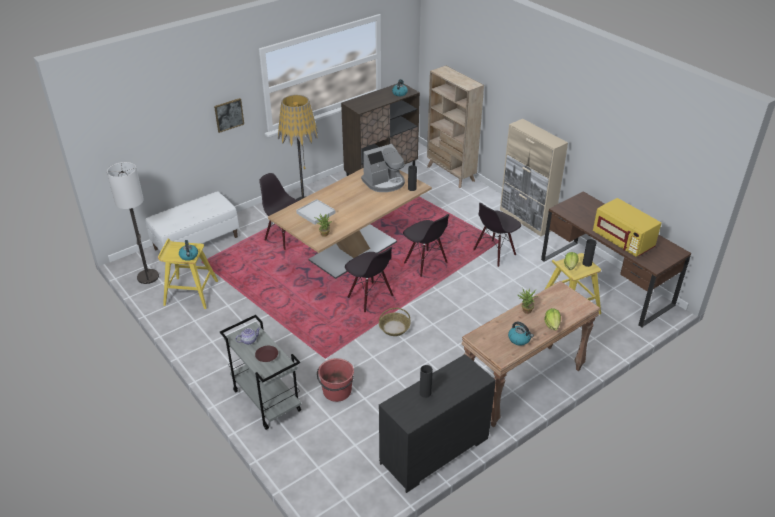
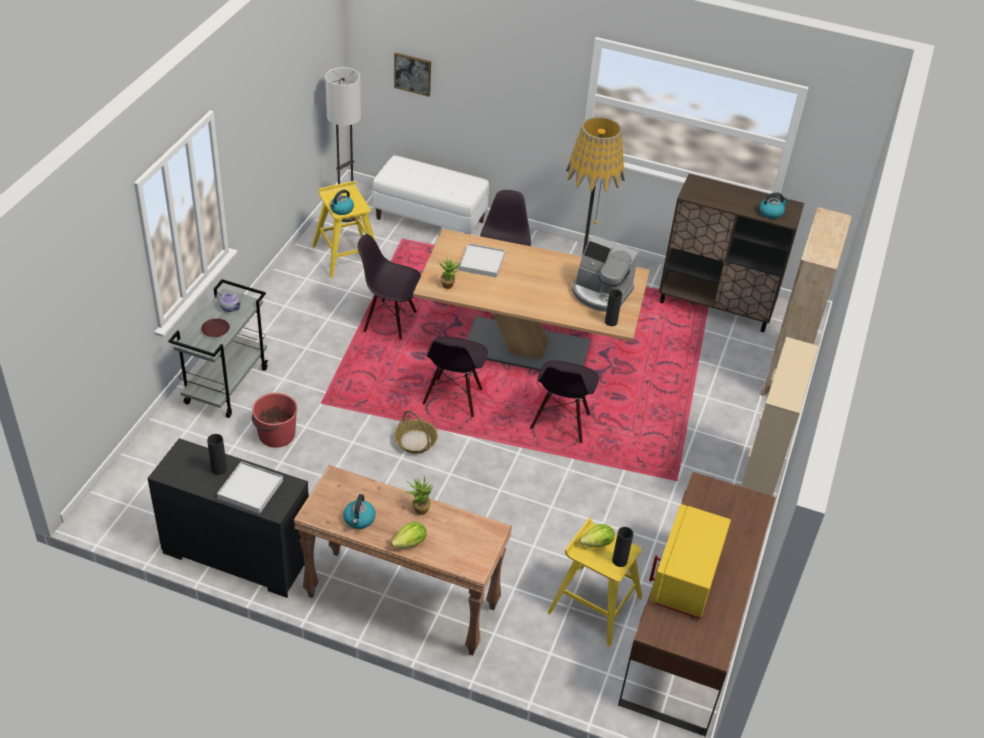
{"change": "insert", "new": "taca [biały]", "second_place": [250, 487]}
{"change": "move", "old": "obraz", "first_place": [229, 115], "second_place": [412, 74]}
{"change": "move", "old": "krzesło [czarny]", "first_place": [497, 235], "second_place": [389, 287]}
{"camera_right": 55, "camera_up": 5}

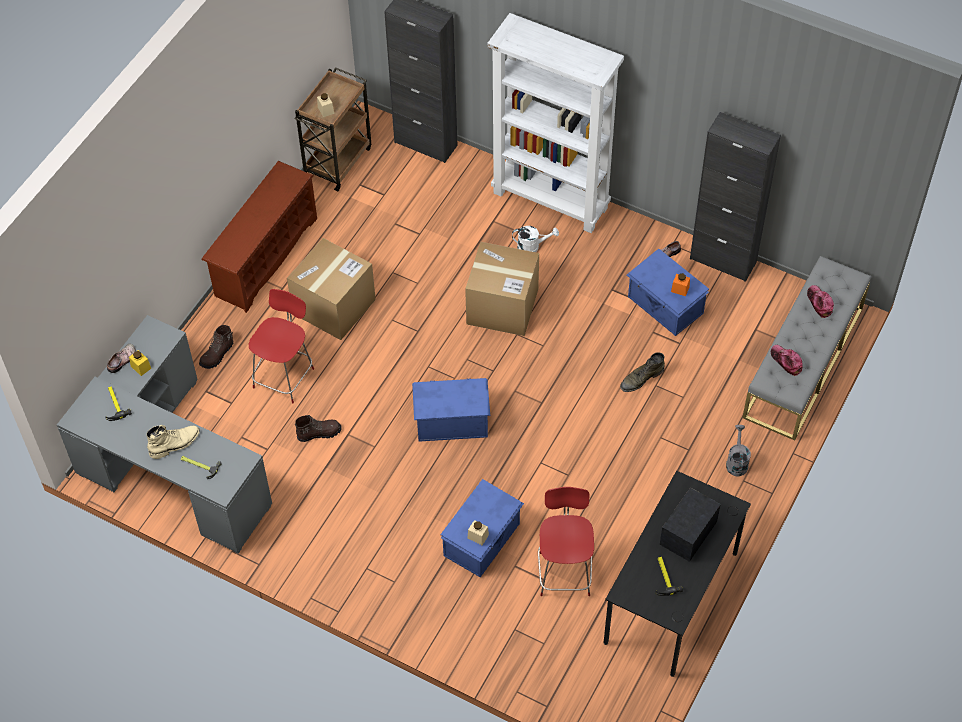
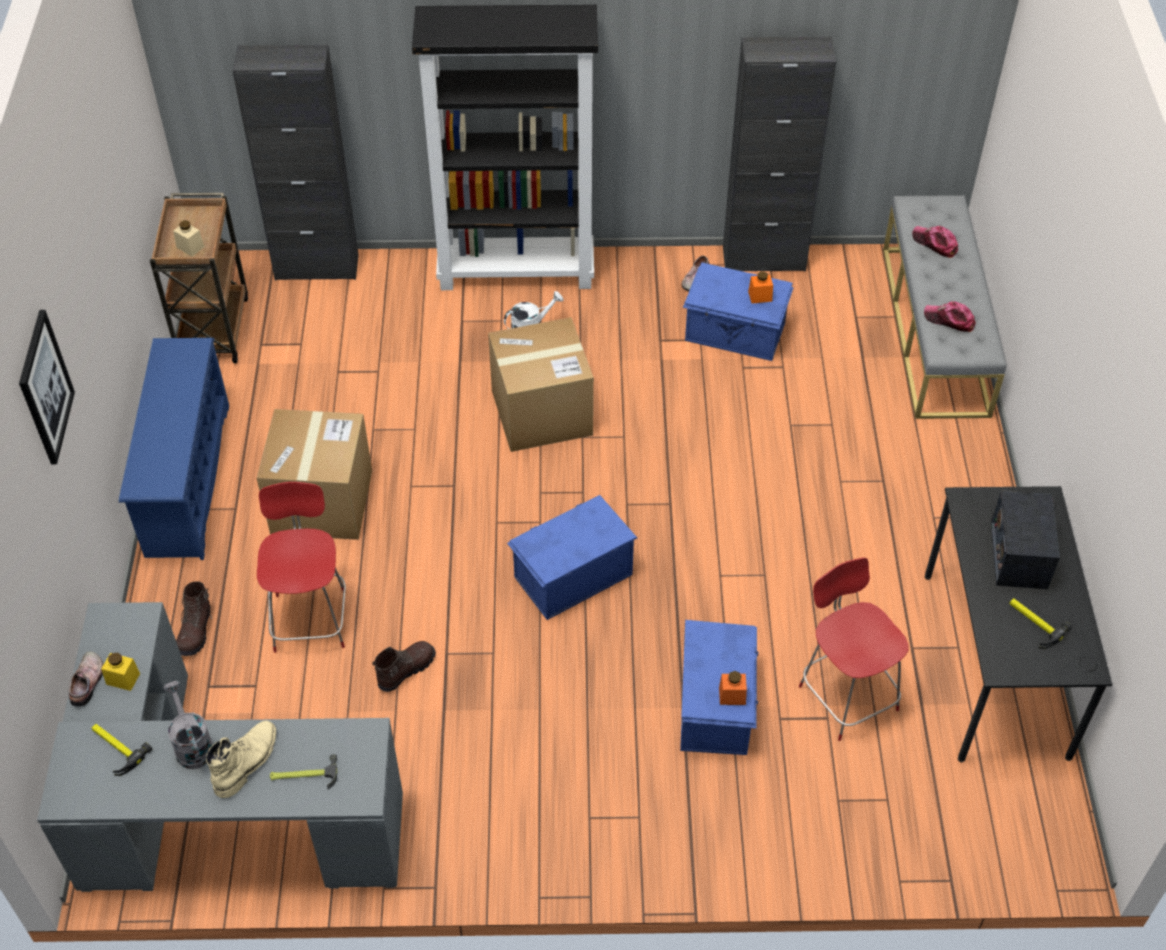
{"change": "delete", "old": "but z cholewką [zielony]", "first_place": [642, 372]}
{"change": "insert", "new": "obraz", "second_place": [47, 387]}
{"change": "move", "old": "konewka [szary]", "first_place": [738, 450], "second_place": [188, 725]}
{"change": "recolor", "old": "regał na buty [brązowy]", "new": "regał na buty [niebieski]", "first_place": [259, 237], "second_place": [174, 449]}
{"change": "recolor", "old": "słoik [beżowy]", "new": "słoik [pomarańczowy]", "first_place": [478, 532], "second_place": [733, 688]}
{"change": "recolor", "old": "regał [biały]", "new": "regał [czarny]", "first_place": [555, 123], "second_place": [505, 147]}
{"camera_right": -30, "camera_up": -5}

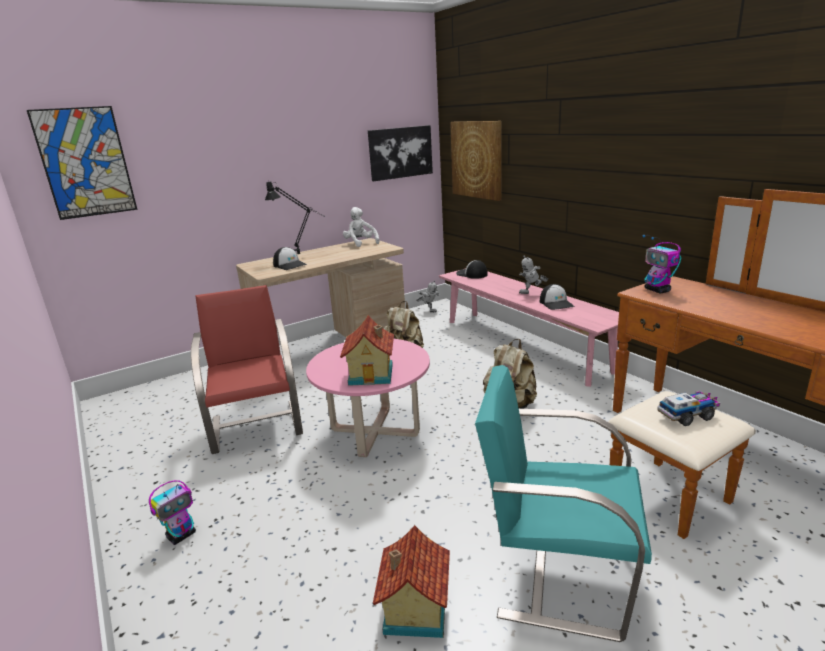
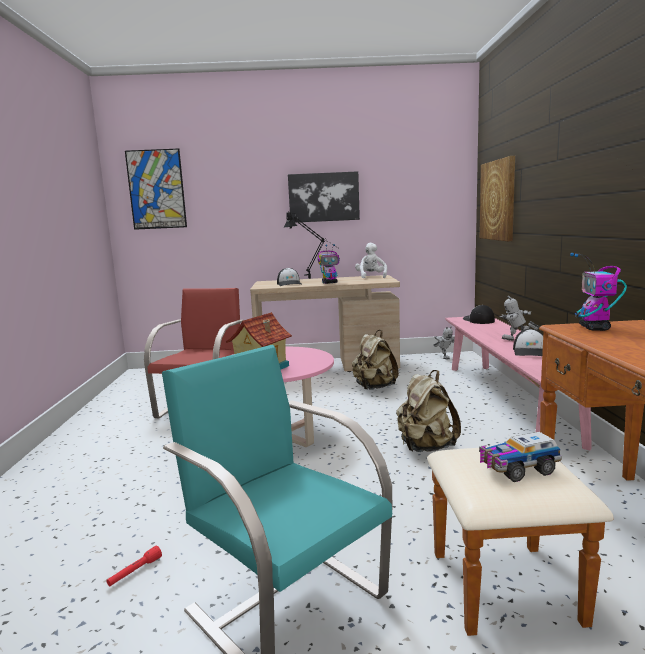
{"change": "move", "old": "robot zabawkowy", "first_place": [172, 512], "second_place": [329, 264]}
{"change": "move", "old": "obraz", "first_place": [400, 153], "second_place": [324, 197]}
{"change": "replace", "old": "domek", "new": "latarka [czerwony]", "first_place": [411, 581], "second_place": [134, 566]}
{"change": "rotate", "old": "ciężarówka zabawkowa", "first_place": [688, 408], "second_place": [520, 457], "degrees": 150}
{"camera_right": 30, "camera_up": -10}

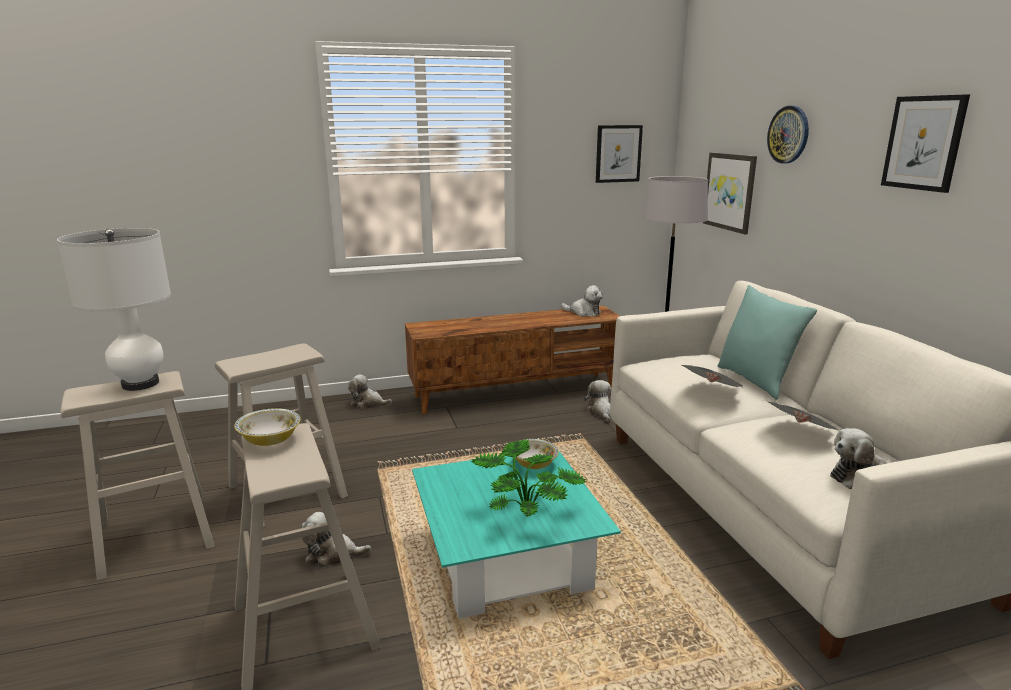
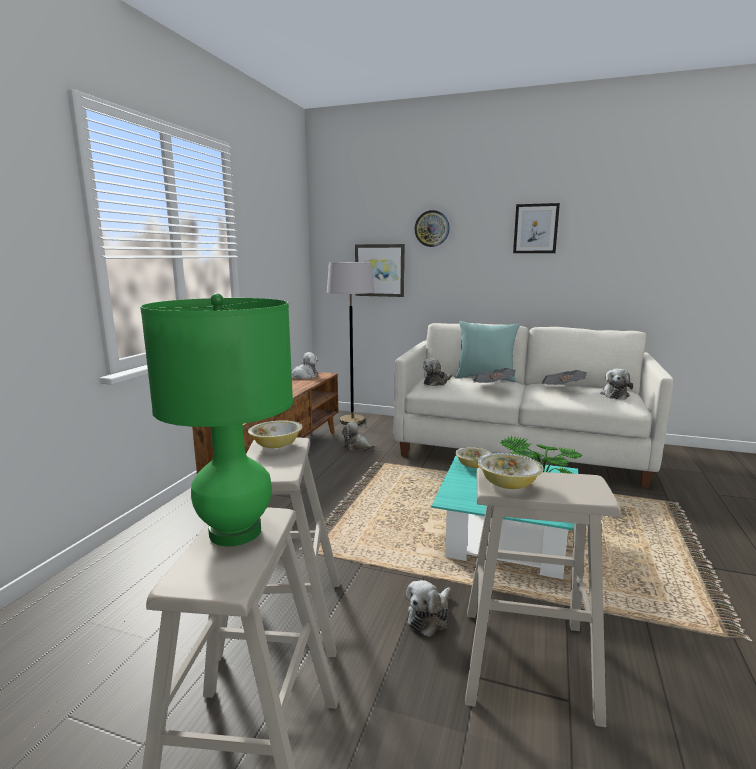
{"change": "delete", "old": "obraz", "first_place": [619, 154]}
{"change": "insert", "new": "miska", "second_place": [275, 434]}
{"change": "move", "old": "pluszak", "first_place": [370, 392], "second_place": [437, 372]}
{"change": "recolor", "old": "lampa stołowa [biały]", "new": "lampa stołowa [zielony]", "first_place": [114, 309], "second_place": [216, 419]}
{"camera_right": -55, "camera_up": -5}

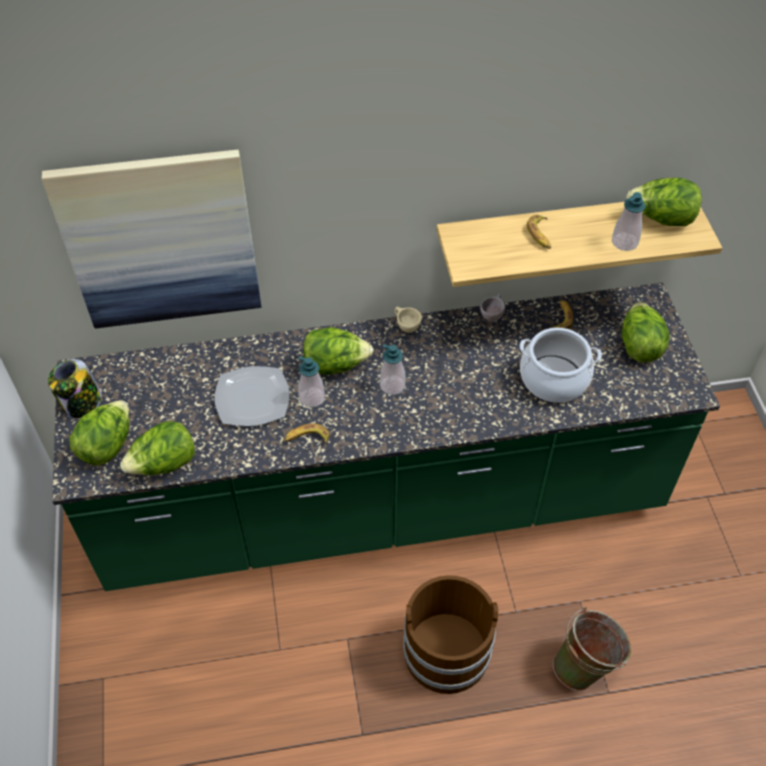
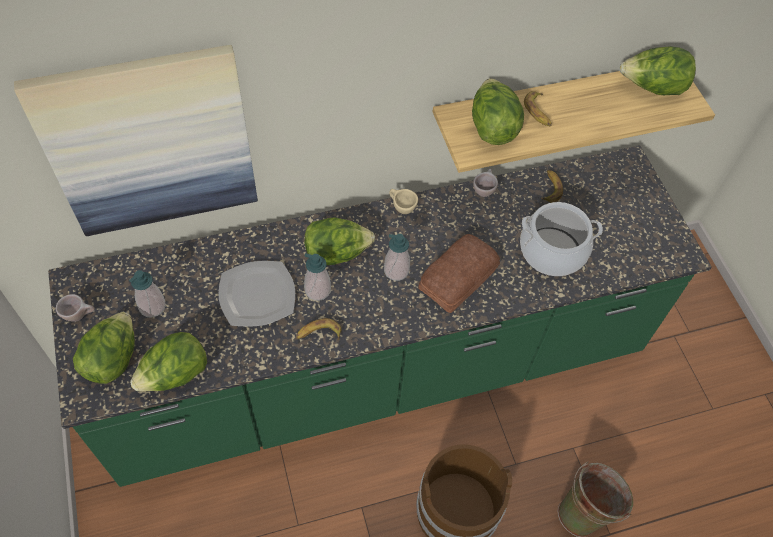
{"change": "insert", "new": "chleb", "second_place": [459, 273]}
{"change": "move", "old": "dozownik mydła", "first_place": [628, 221], "second_place": [147, 294]}
{"change": "move", "old": "sałata", "first_place": [646, 332], "second_place": [498, 111]}
{"change": "replace", "old": "słoik", "new": "filiżanka [beżowy]", "first_place": [75, 388], "second_place": [75, 308]}
{"camera_right": -10, "camera_up": 5}

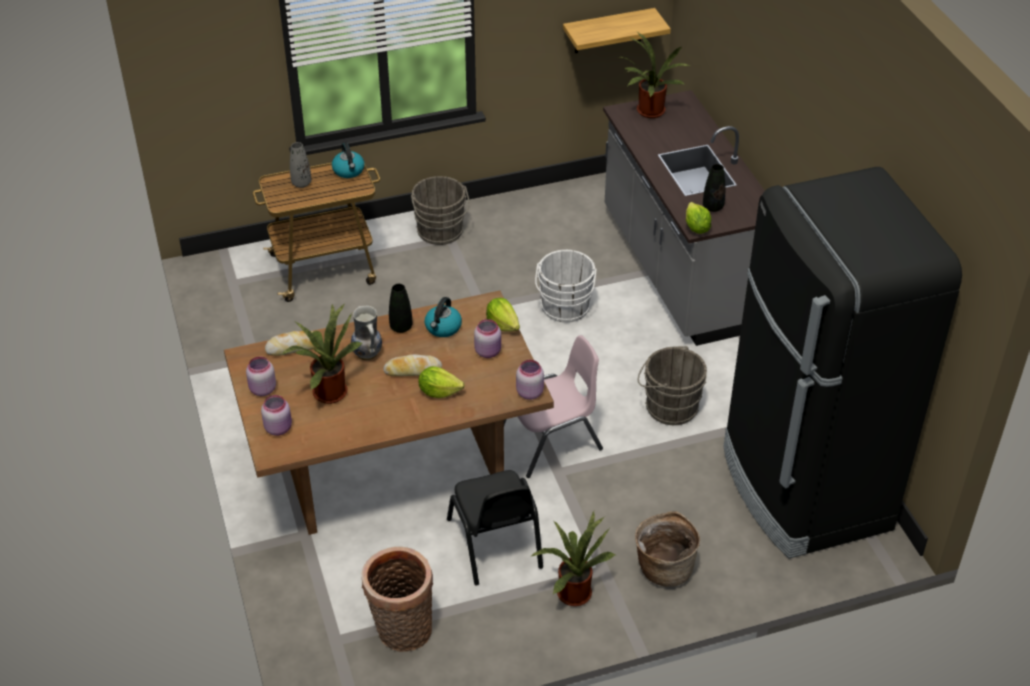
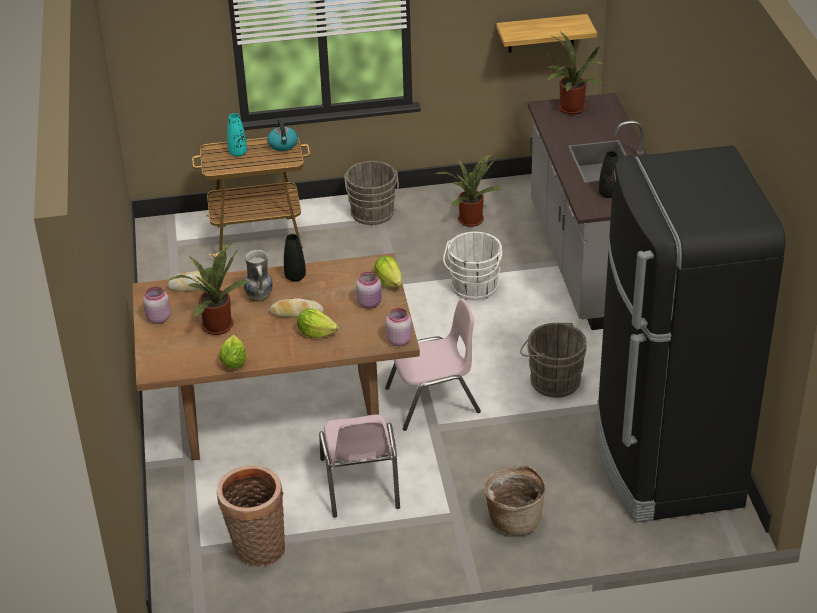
{"change": "delete", "old": "słoik [różowy]", "first_place": [276, 415]}
{"change": "delete", "old": "czajnik", "first_place": [443, 317]}
{"change": "move", "old": "roślina doniczkowa", "first_place": [574, 558], "second_place": [469, 190]}
{"change": "move", "old": "sałata", "first_place": [698, 218], "second_place": [233, 352]}
{"change": "recolor", "old": "wazon [szary]", "new": "wazon [turkusowy]", "first_place": [300, 165], "second_place": [237, 135]}
{"change": "recolor", "old": "krzesło [czarny]", "new": "krzesło [różowy]", "first_place": [495, 528], "second_place": [359, 465]}
{"camera_right": 10, "camera_up": -5}

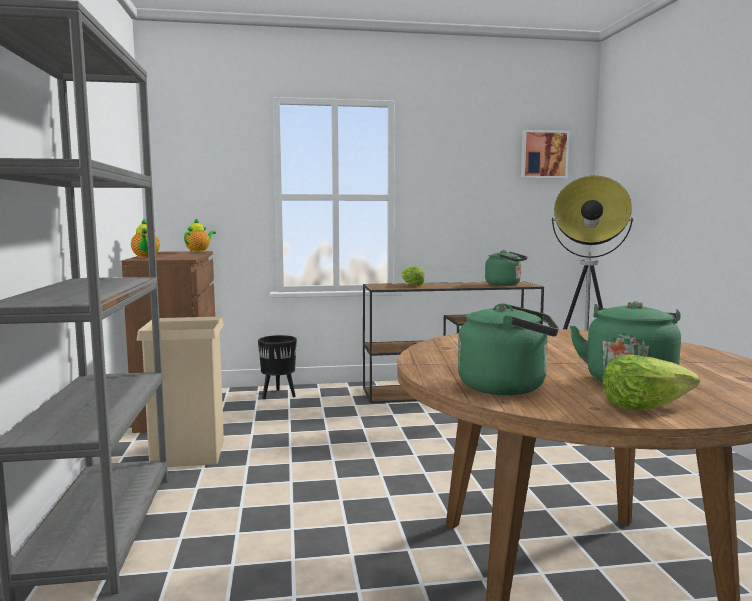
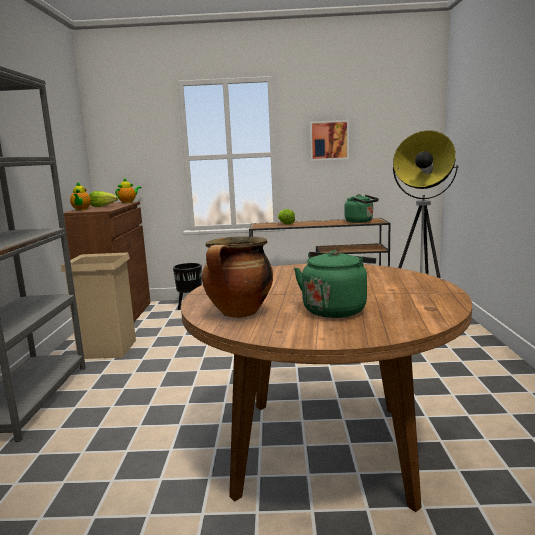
{"change": "move", "old": "obraz", "first_place": [545, 154], "second_place": [329, 140]}
{"change": "move", "old": "sałata", "first_place": [650, 382], "second_place": [103, 199]}
{"change": "replace", "old": "czajnik [zielony]", "new": "garnek", "first_place": [508, 349], "second_place": [237, 277]}
{"camera_right": 10, "camera_up": 5}

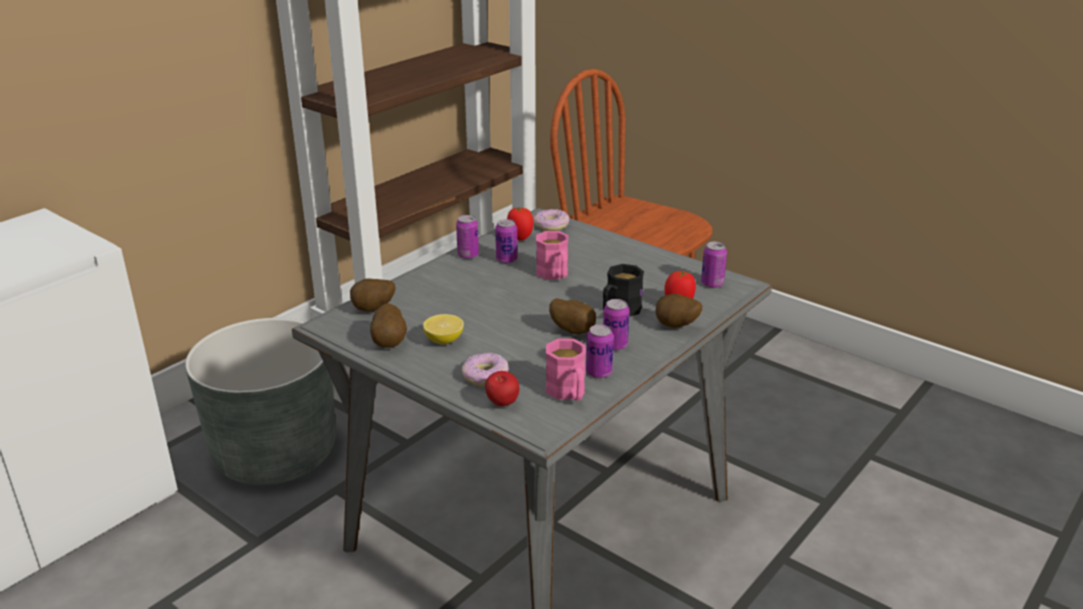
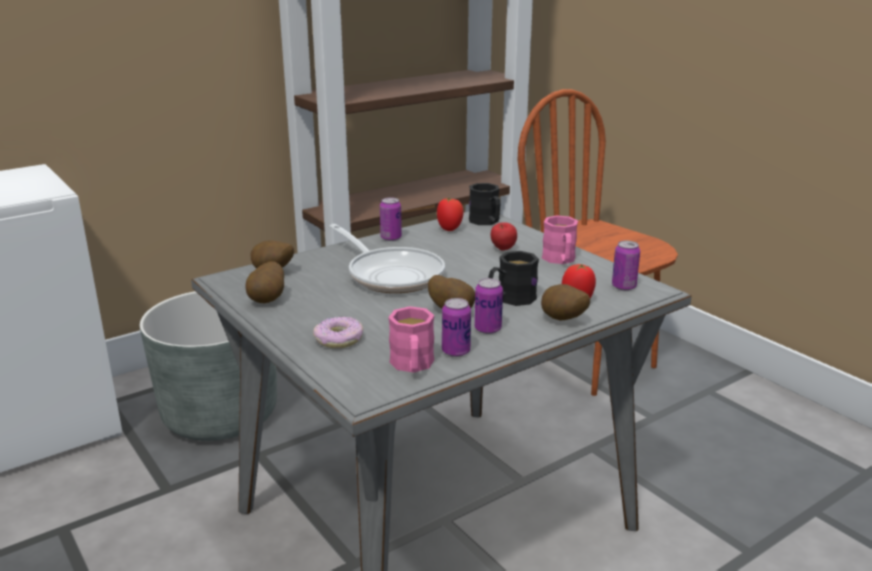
{"change": "delete", "old": "cytryna", "first_place": [443, 329]}
{"change": "delete", "old": "puszka", "first_place": [506, 241]}
{"change": "insert", "new": "patelnia", "second_place": [387, 258]}
{"change": "move", "old": "jabłko", "first_place": [502, 388], "second_place": [504, 236]}
{"change": "move", "old": "kubek [różowy]", "first_place": [552, 255], "second_place": [560, 239]}
{"change": "replace", "old": "donut", "new": "kubek [czarny]", "first_place": [551, 220], "second_place": [484, 204]}
{"camera_right": 15, "camera_up": -5}

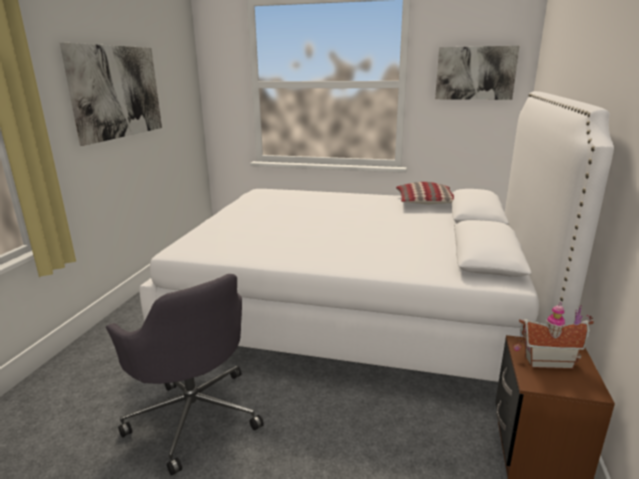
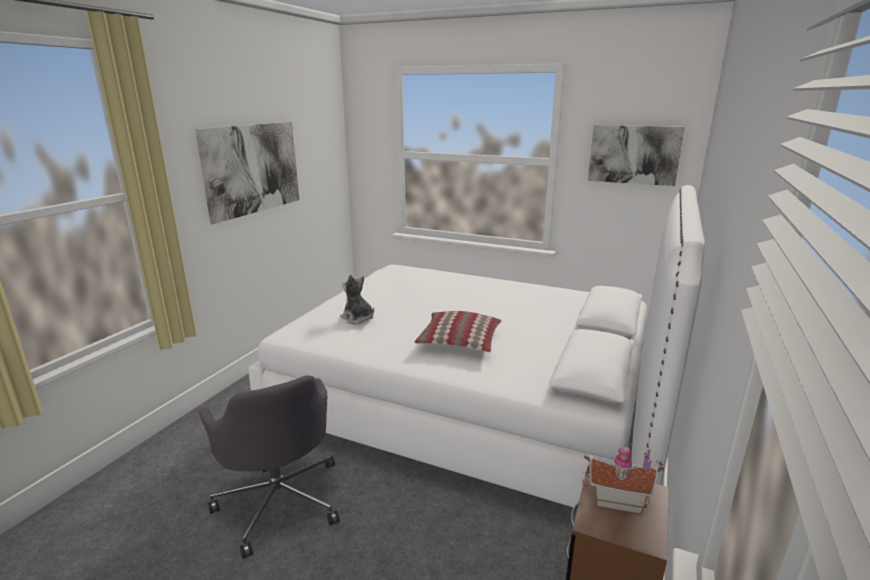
{"change": "insert", "new": "pluszak", "second_place": [357, 299]}
{"change": "move", "old": "poduszka", "first_place": [425, 193], "second_place": [457, 331]}
{"camera_right": 10, "camera_up": 0}

